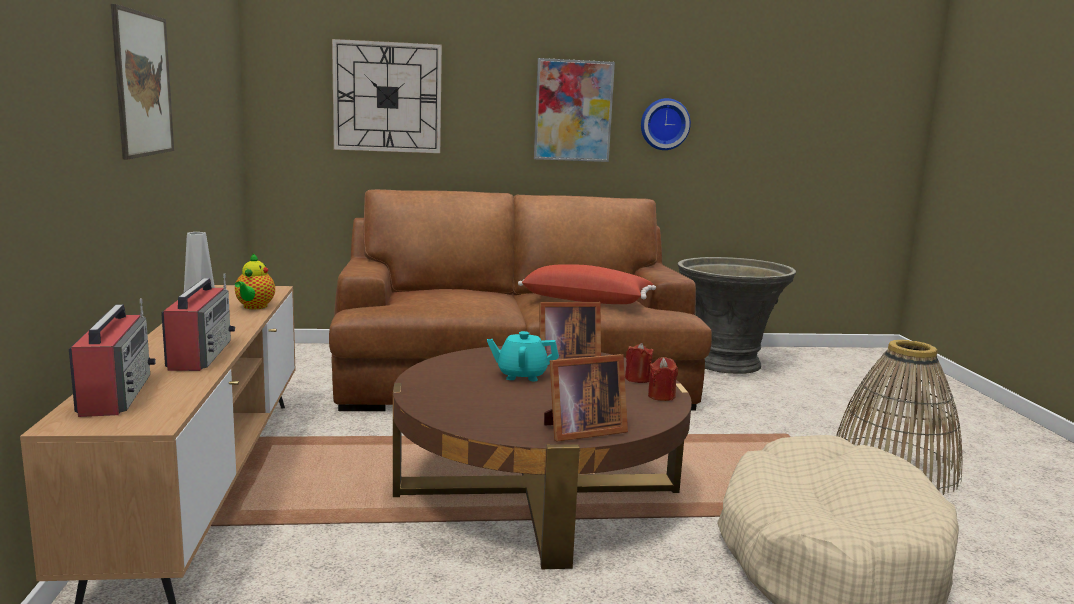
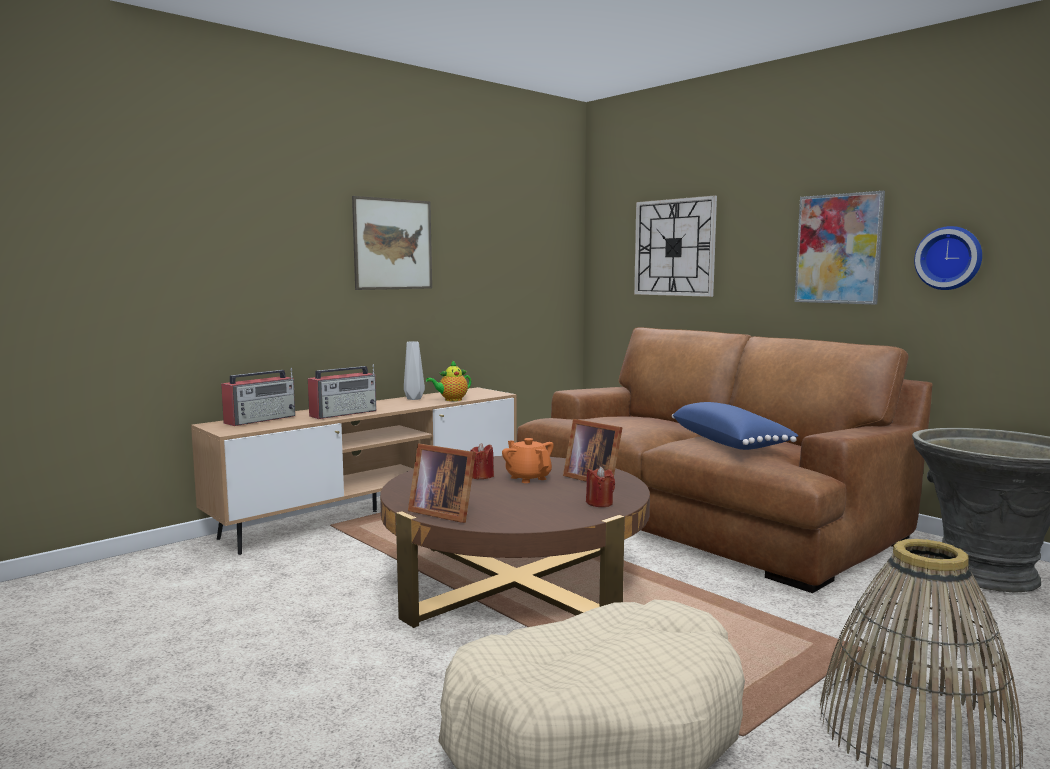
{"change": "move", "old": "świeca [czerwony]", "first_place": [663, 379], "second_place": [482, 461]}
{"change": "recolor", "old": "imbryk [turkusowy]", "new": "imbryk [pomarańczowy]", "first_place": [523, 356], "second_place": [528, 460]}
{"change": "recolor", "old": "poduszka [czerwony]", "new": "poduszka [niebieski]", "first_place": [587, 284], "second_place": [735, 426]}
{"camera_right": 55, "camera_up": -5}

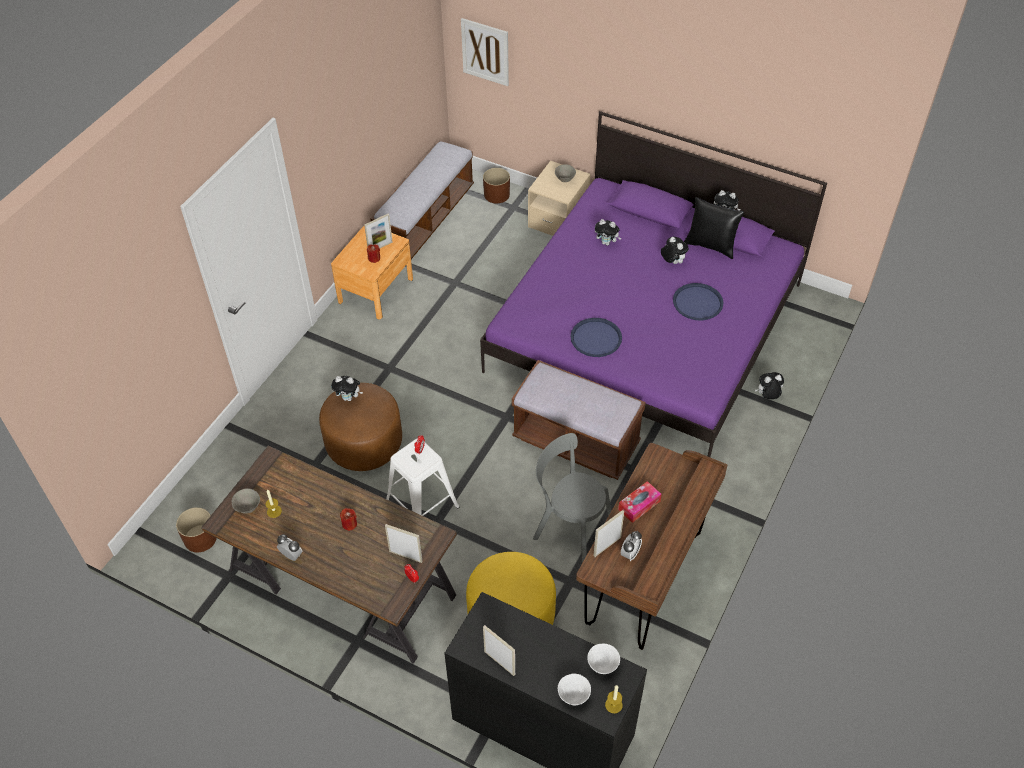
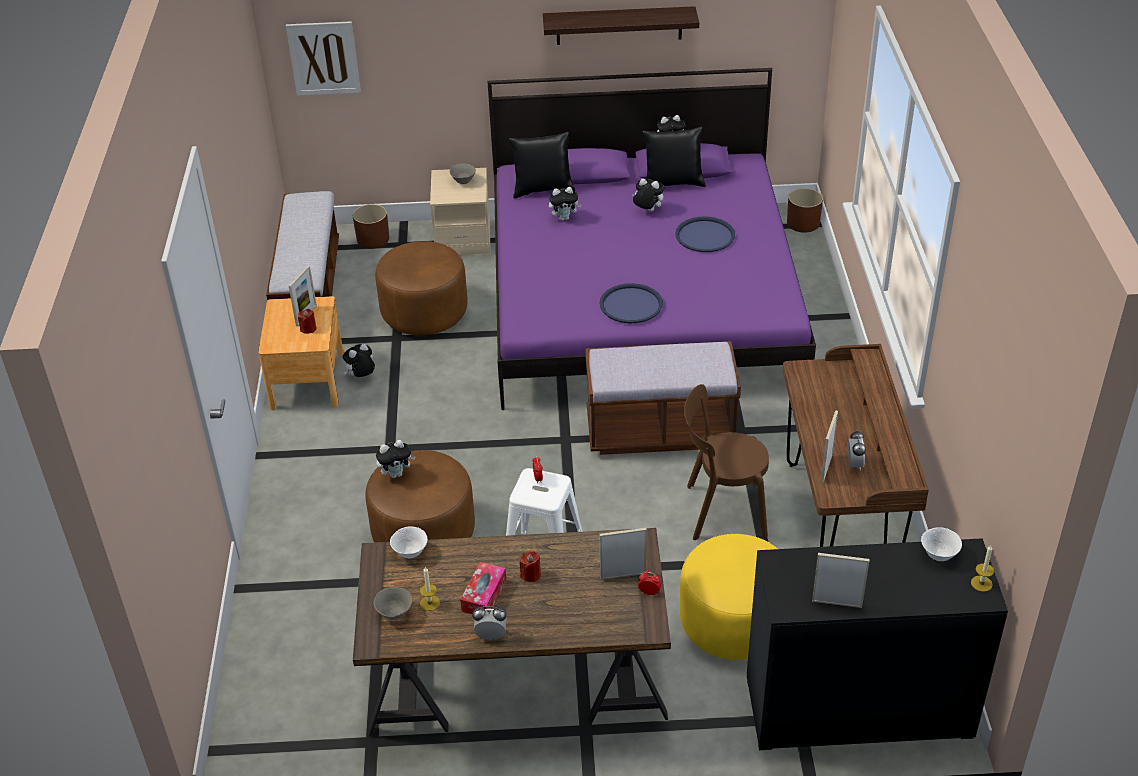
{"change": "insert", "new": "pufa [brązowy]", "second_place": [421, 288]}
{"change": "insert", "new": "poduszka [czarny]", "second_place": [542, 165]}
{"change": "insert", "new": "półka", "second_place": [621, 25]}
{"change": "move", "old": "donica [brązowy]", "first_place": [196, 529], "second_place": [805, 210]}
{"change": "move", "old": "miska [biały]", "first_place": [574, 689], "second_place": [408, 542]}
{"change": "move", "old": "pudełko chusteczek", "first_place": [640, 502], "second_place": [483, 588]}
{"change": "move", "old": "pluszak", "first_place": [769, 385], "second_place": [359, 361]}
{"change": "recolor", "old": "krzesło [szary]", "new": "krzesło [brązowy]", "first_place": [572, 498], "second_place": [726, 462]}
{"camera_right": -30, "camera_up": -10}

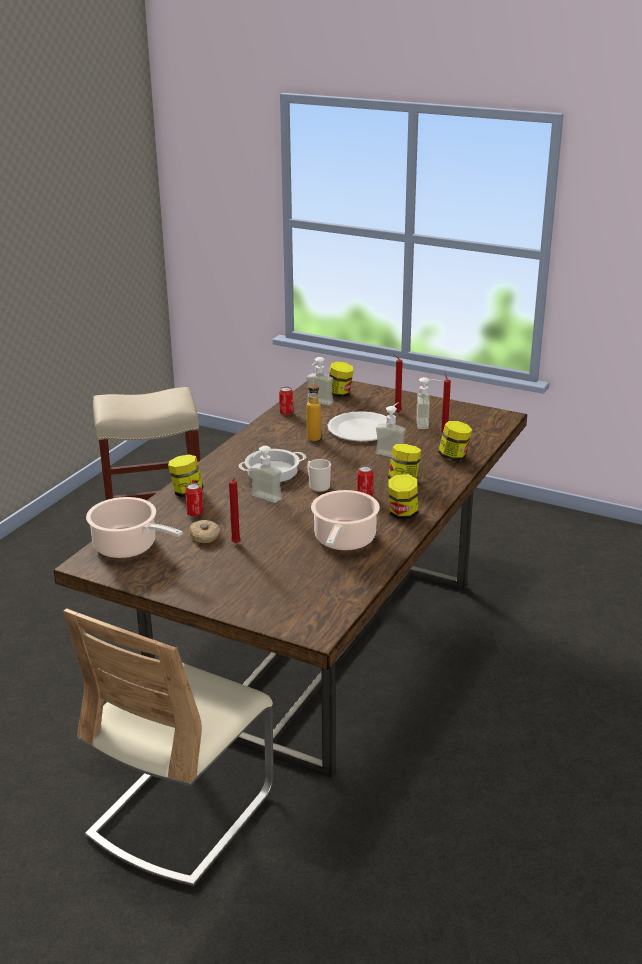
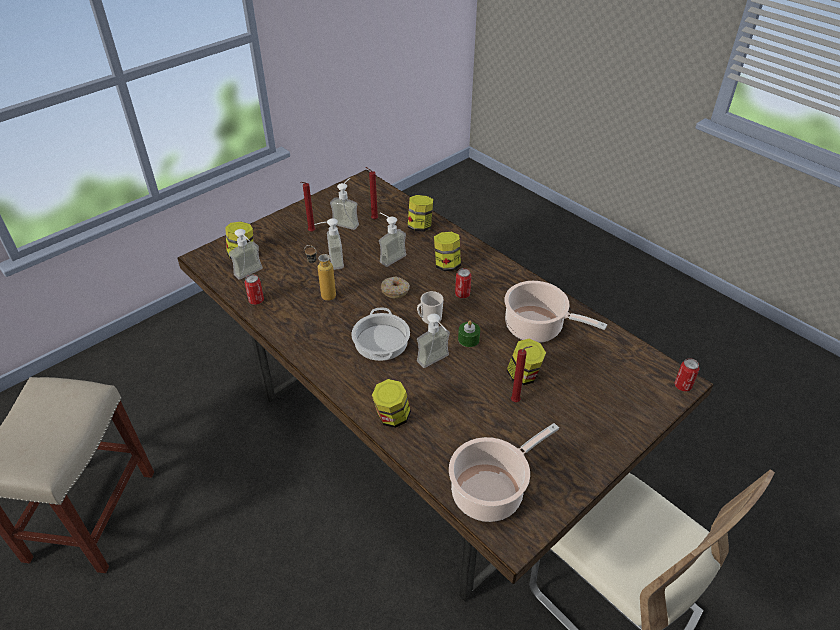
{"change": "insert", "new": "świeca [zielony]", "second_place": [469, 334]}
{"change": "move", "old": "puszka", "first_place": [194, 500], "second_place": [687, 375]}
{"change": "move", "old": "donut", "first_place": [204, 531], "second_place": [395, 287]}
{"change": "move", "old": "słoik", "first_place": [403, 496], "second_place": [526, 362]}
{"change": "replace", "old": "talerz [biały]", "new": "dozownik mydła", "first_place": [357, 426], "second_place": [329, 244]}
{"camera_right": -70, "camera_up": 15}

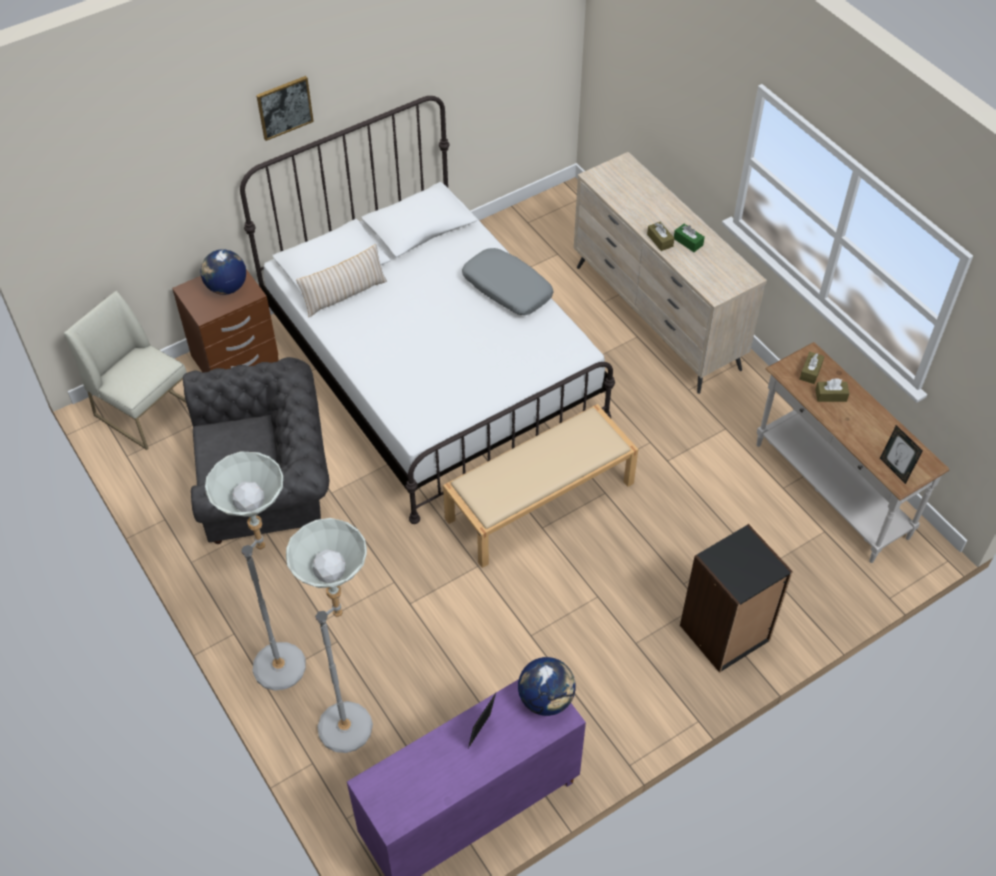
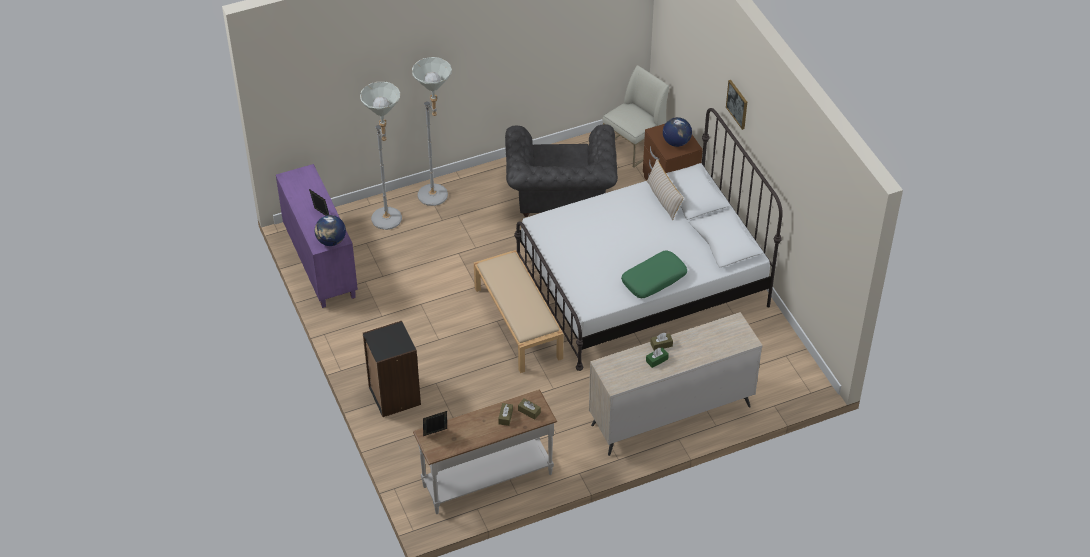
{"change": "recolor", "old": "poduszka [szary]", "new": "poduszka [zielony]", "first_place": [507, 281], "second_place": [654, 274]}
{"camera_right": 100, "camera_up": -5}

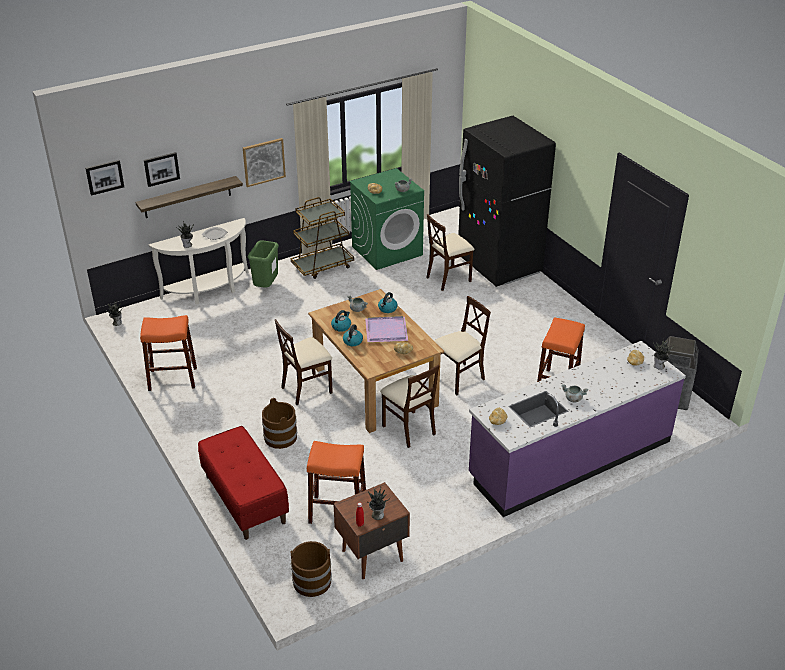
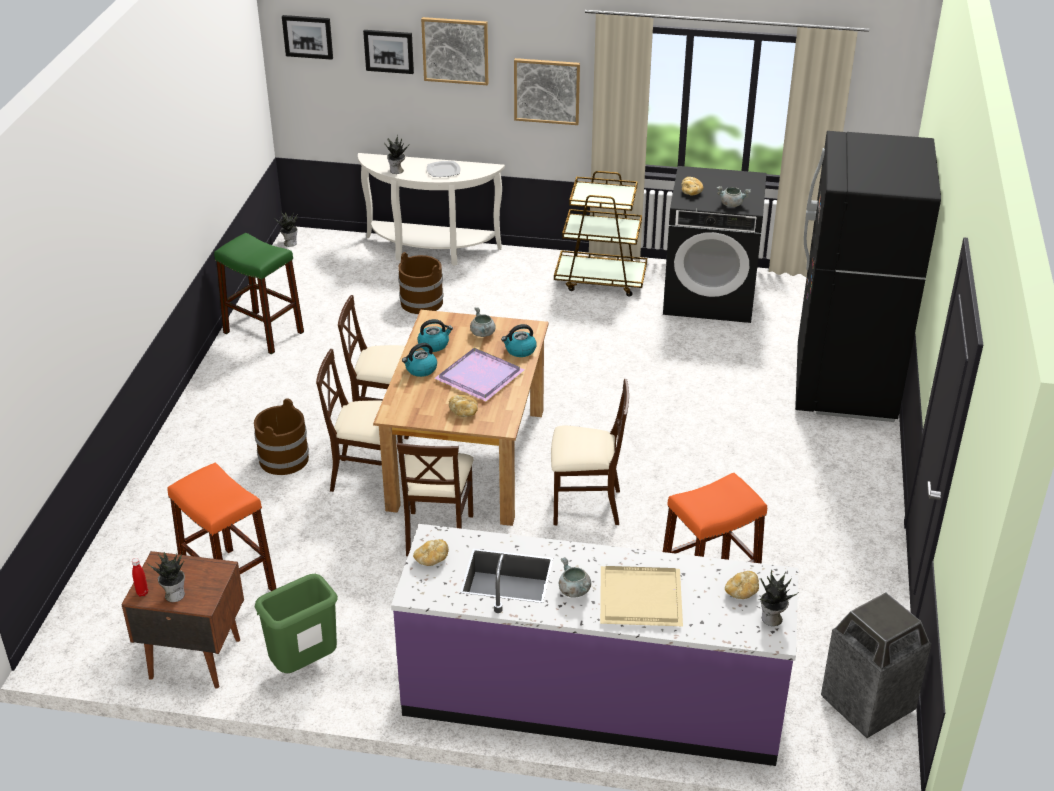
{"change": "delete", "old": "półka", "first_place": [189, 197]}
{"change": "delete", "old": "ławka [czerwony]", "first_place": [243, 483]}
{"change": "insert", "new": "obraz", "second_place": [454, 51]}
{"change": "insert", "new": "taca [beżowy]", "second_place": [641, 596]}
{"change": "move", "old": "kosz na śmieci [zielony]", "first_place": [263, 264], "second_place": [296, 623]}
{"change": "move", "old": "wiadro [brązowy]", "first_place": [311, 569], "second_place": [420, 283]}
{"change": "move", "old": "krzesło [beżowy]", "first_place": [450, 252], "second_place": [359, 420]}
{"change": "recolor", "old": "stołek [pomarańczowy]", "new": "stołek [zielony]", "first_place": [168, 353], "second_place": [259, 293]}
{"change": "recolor", "old": "pralka [zielony]", "new": "pralka [czarny]", "first_place": [386, 219], "second_place": [714, 244]}
{"camera_right": 40, "camera_up": 0}

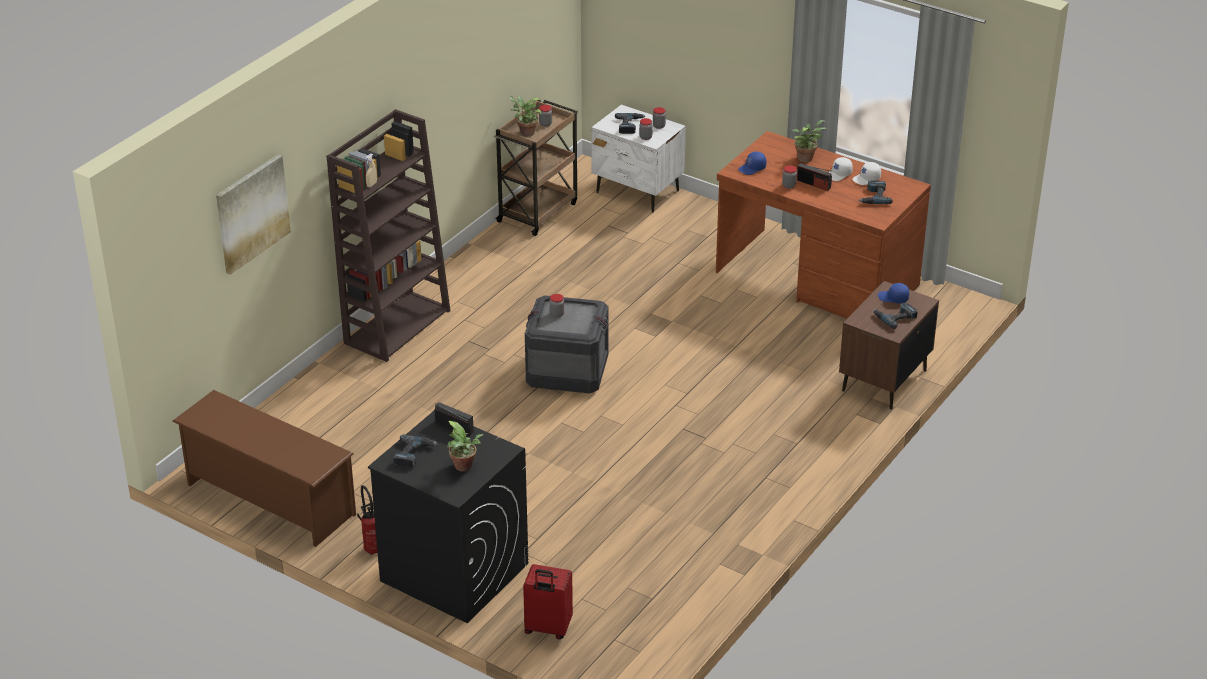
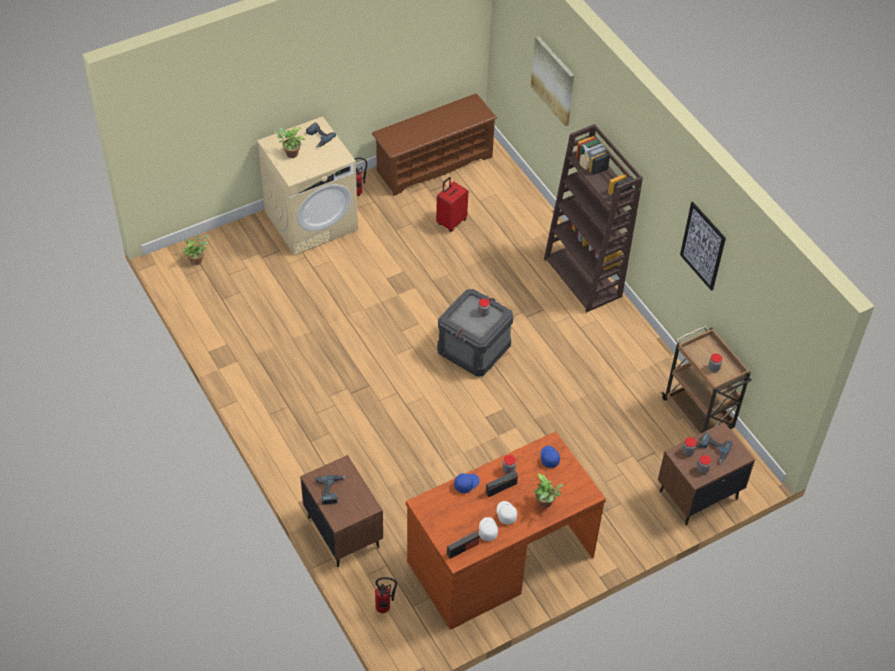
{"change": "delete", "old": "wiertarka", "first_place": [875, 192]}
{"change": "insert", "new": "gaśnica", "second_place": [386, 595]}
{"change": "insert", "new": "obraz", "second_place": [703, 246]}
{"change": "move", "old": "radio", "first_place": [454, 419], "second_place": [463, 544]}
{"change": "move", "old": "roślina doniczkowa", "first_place": [525, 116], "second_place": [196, 250]}
{"change": "move", "old": "walizka [czerwony]", "first_place": [548, 601], "second_place": [452, 204]}
{"change": "move", "old": "czapka z daszkiem [niebieski]", "first_place": [893, 293], "second_place": [467, 483]}
{"change": "recolor", "old": "pralka [czarny]", "new": "pralka [beżowy]", "first_place": [448, 516], "second_place": [307, 186]}
{"change": "recolor", "old": "szafka nocna [biały]", "new": "szafka nocna [brązowy]", "first_place": [638, 159], "second_place": [706, 473]}
{"camera_right": 115, "camera_up": 15}

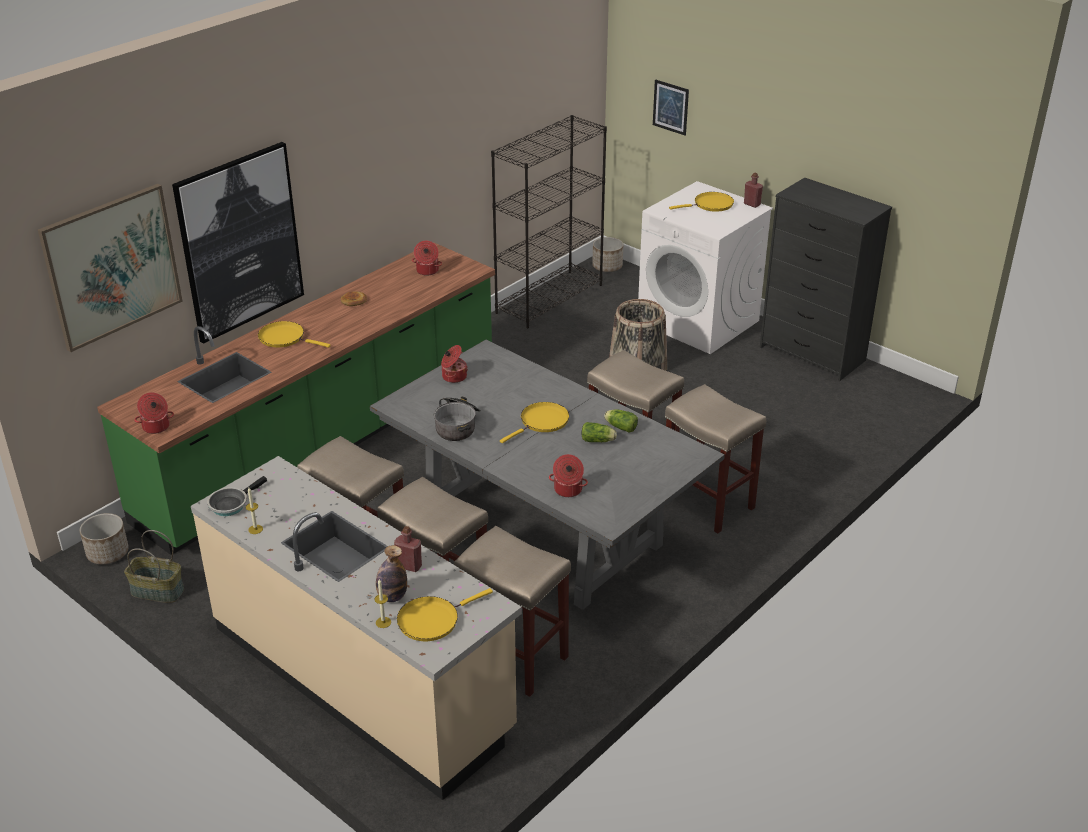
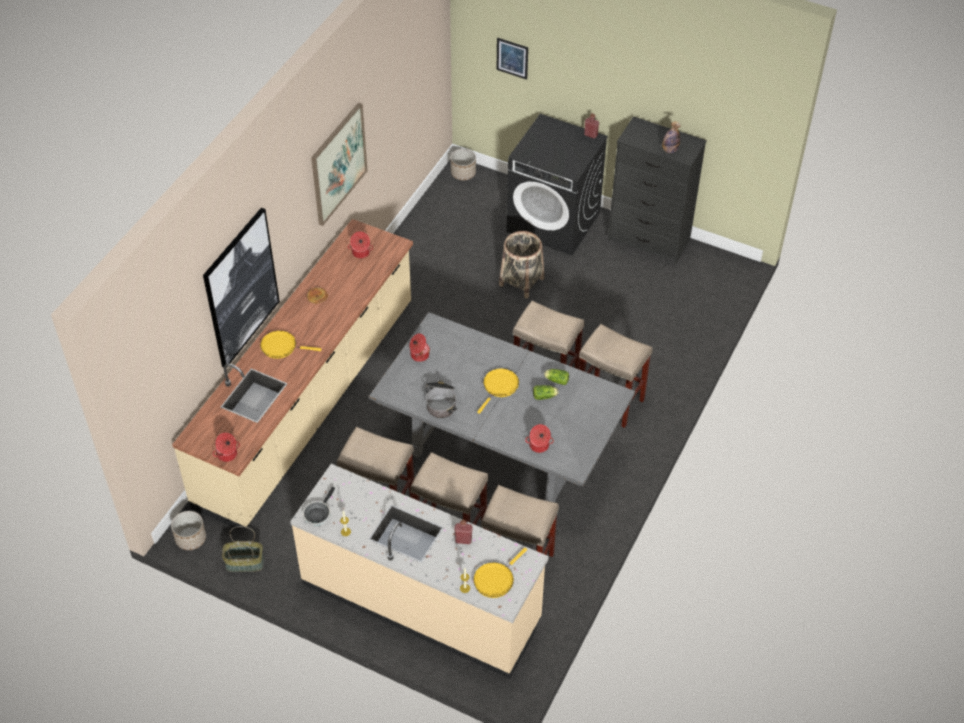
{"change": "delete", "old": "regał [czarny]", "first_place": [549, 221]}
{"change": "delete", "old": "patelnia [żółty]", "first_place": [701, 202]}
{"change": "move", "old": "obraz", "first_place": [110, 268], "second_place": [339, 164]}
{"change": "move", "old": "butelka", "first_place": [391, 573], "second_place": [671, 137]}
{"change": "recolor", "old": "zabudowa kuchenna [zielony]", "new": "zabudowa kuchenna [beżowy]", "first_place": [296, 398], "second_place": [292, 374]}
{"change": "recolor", "old": "pralka [biały]", "new": "pralka [czarny]", "first_place": [705, 267], "second_place": [557, 184]}
{"camera_right": -15, "camera_up": 15}

